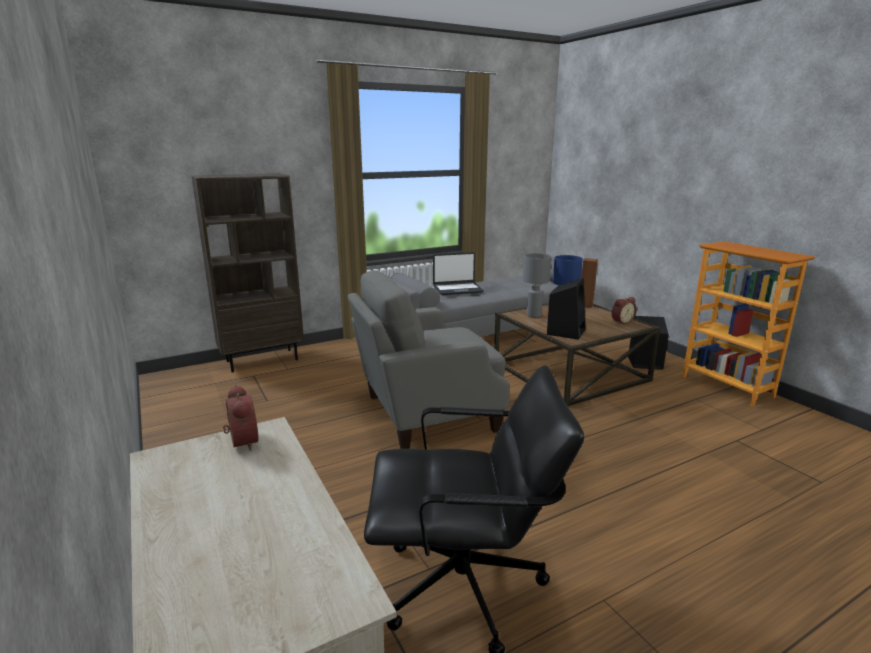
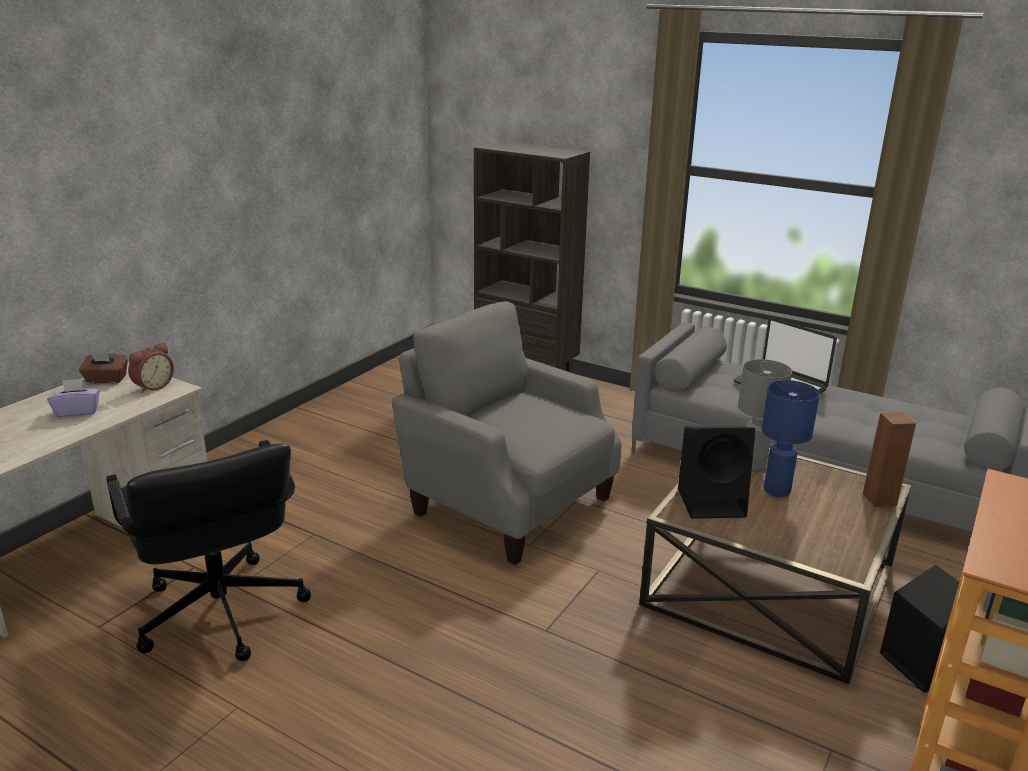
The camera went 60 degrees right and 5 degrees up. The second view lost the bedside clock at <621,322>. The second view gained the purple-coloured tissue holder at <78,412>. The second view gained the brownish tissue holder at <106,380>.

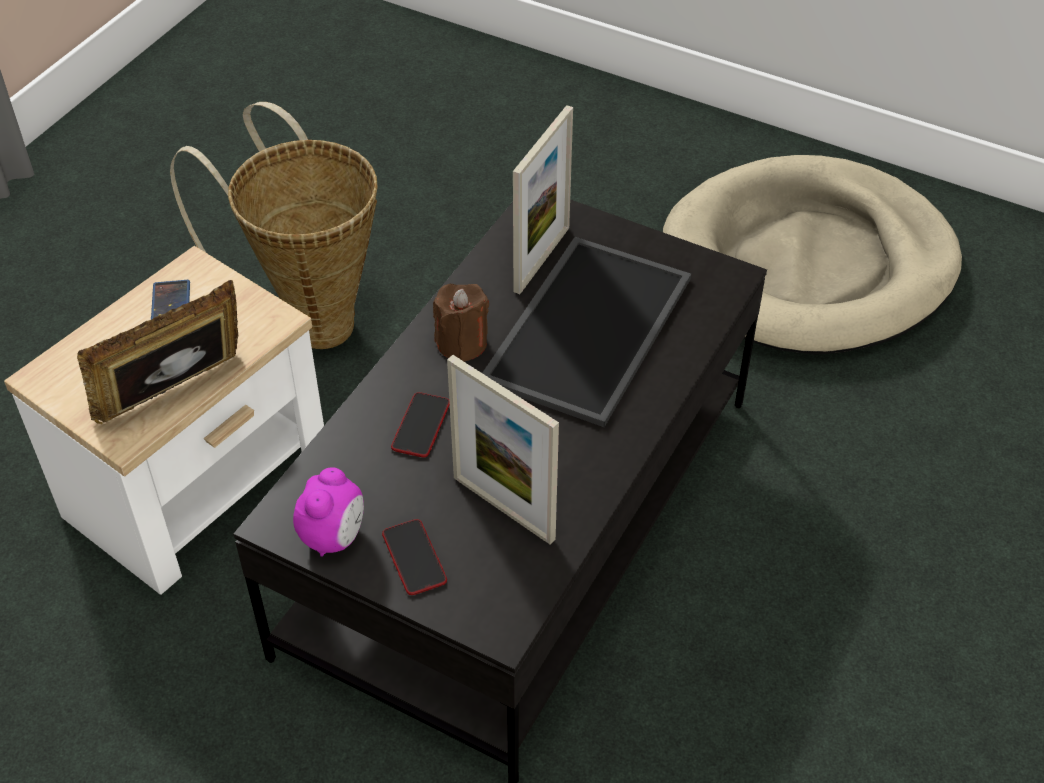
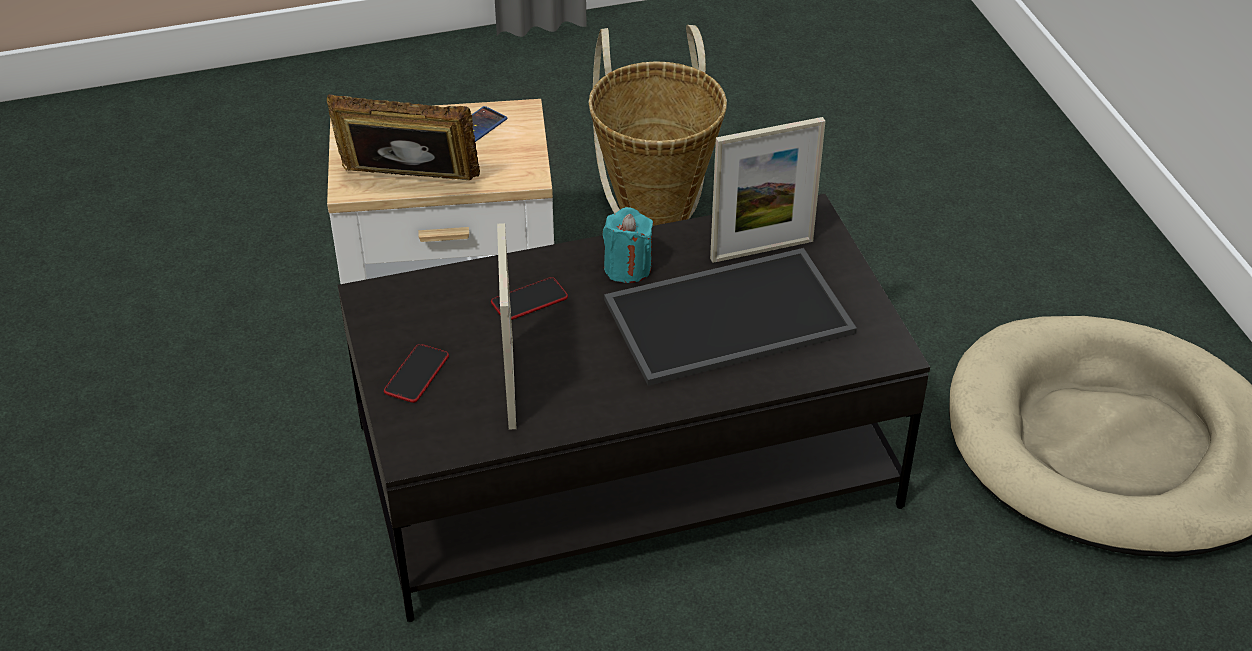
The camera went 45 degrees right and 5 degrees down. The second view lost the bedside clock at <334,536>. What was the brownish candle at <462,343> turned into the blue-green candle at <627,268>.

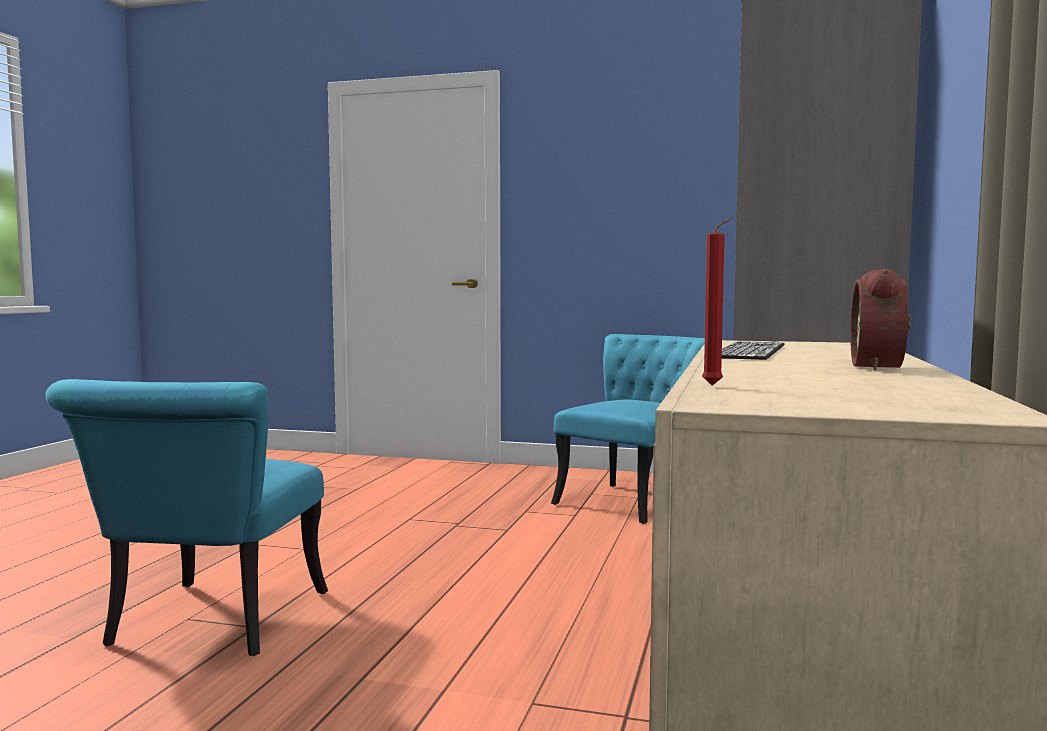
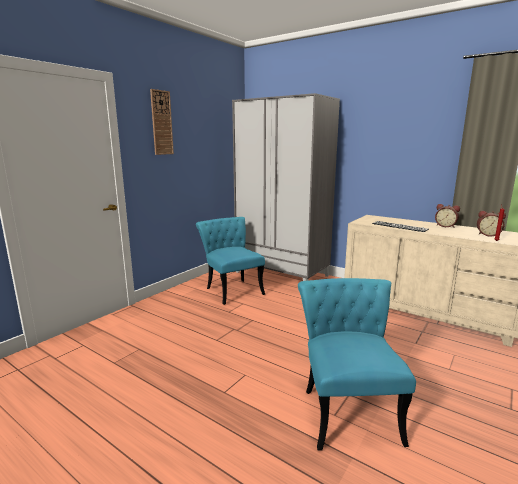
The camera went 70 degrees left and 10 degrees up. The second view gained the clock on the wall at <161,123>. The second view gained the bedside clock at <488,235>. The blue-green upright chair at <208,627> ended up facing another way, 120 degrees counterclockwise from before.

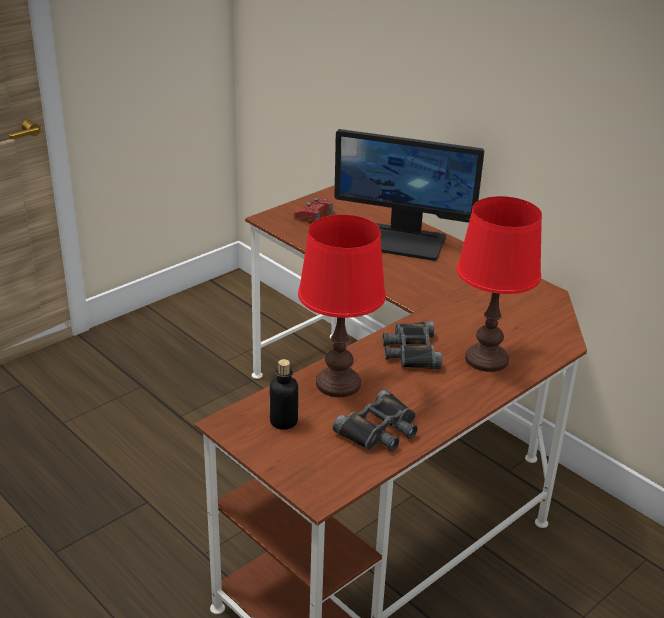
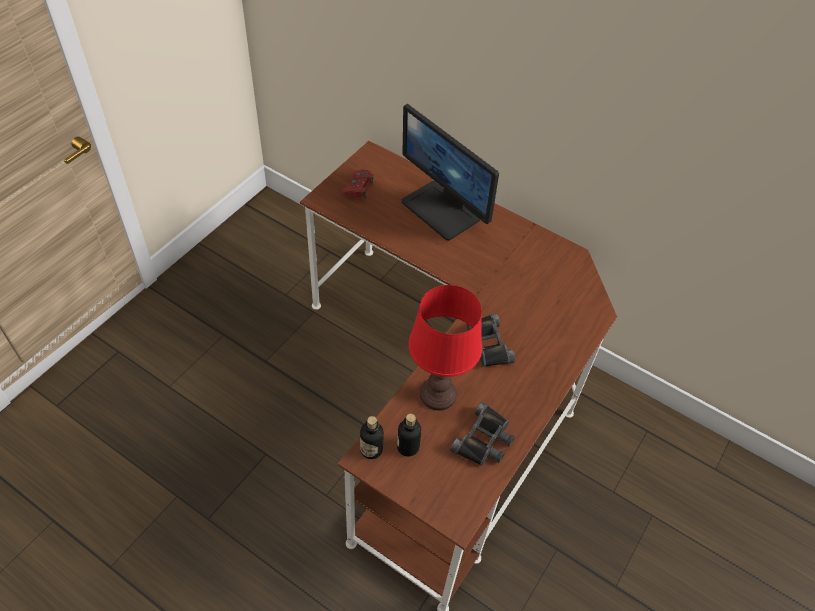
The camera went 15 degrees left and 20 degrees up. The second view lost the red tabletop lamp at <487,359>. The second view gained the bottle at <371,449>. The computer screen at <402,241> ended up facing another way, 45 degrees clockwise from before.

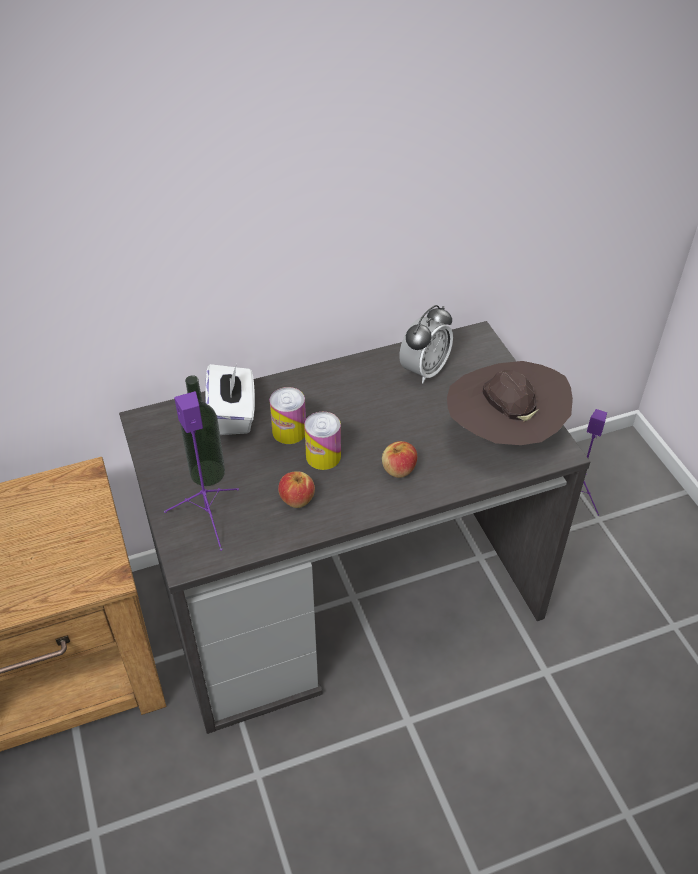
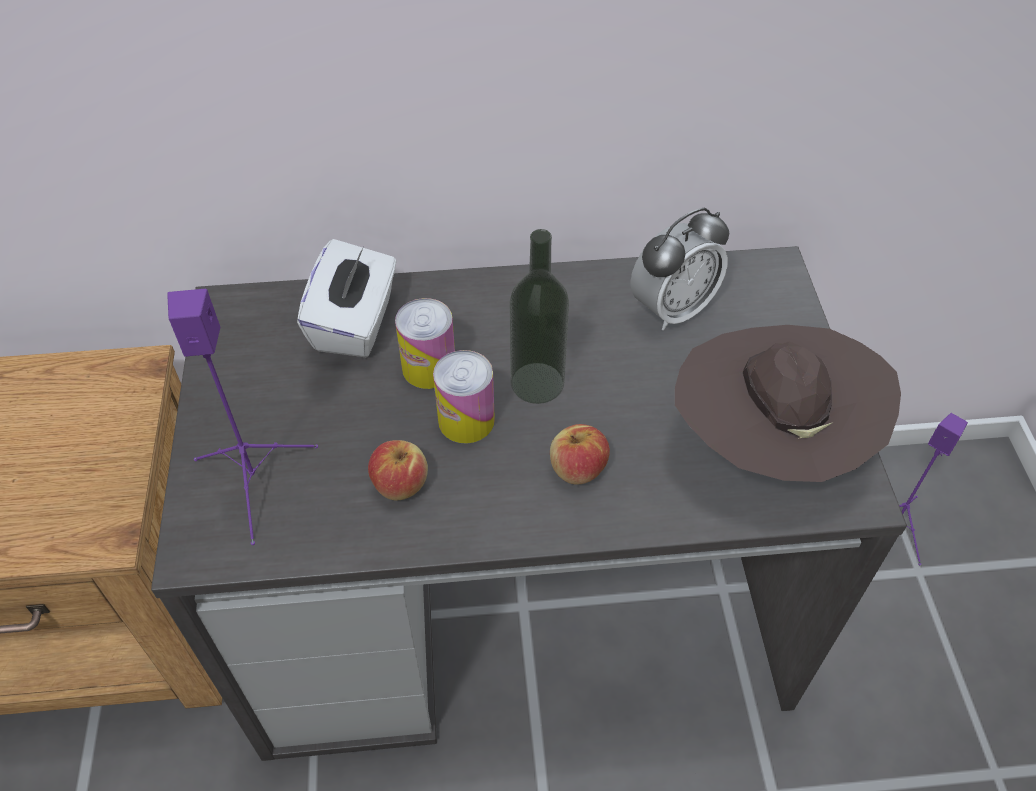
The camera went 15 degrees right and 5 degrees up. The bottle ended up elsewhere, having gone from <207,473> to <537,383>.

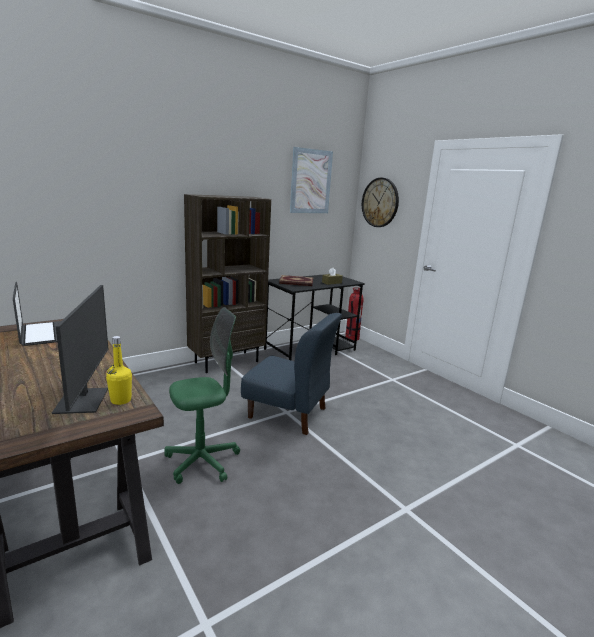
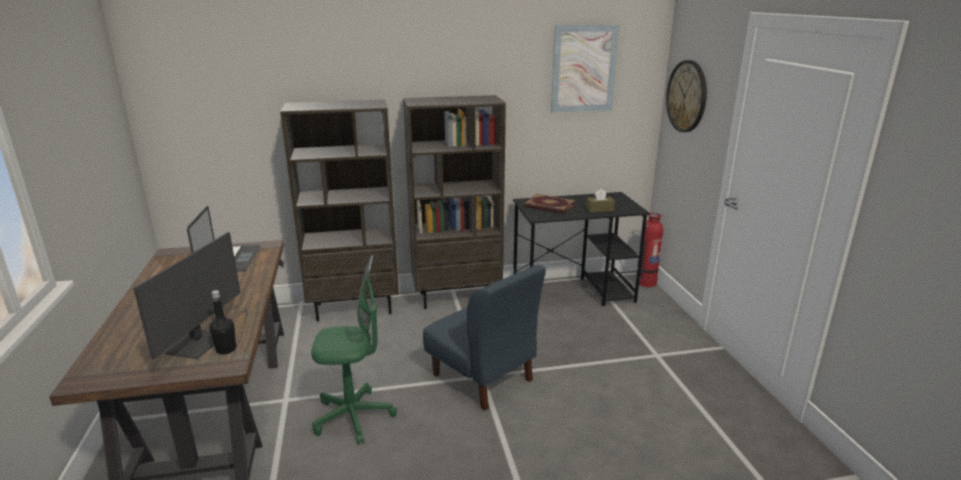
The camera went 25 degrees right and 5 degrees up. The second view gained the brownish shelving unit at <355,308>. What was the yellowish bottle at <121,400> turned into the black bottle at <226,349>.

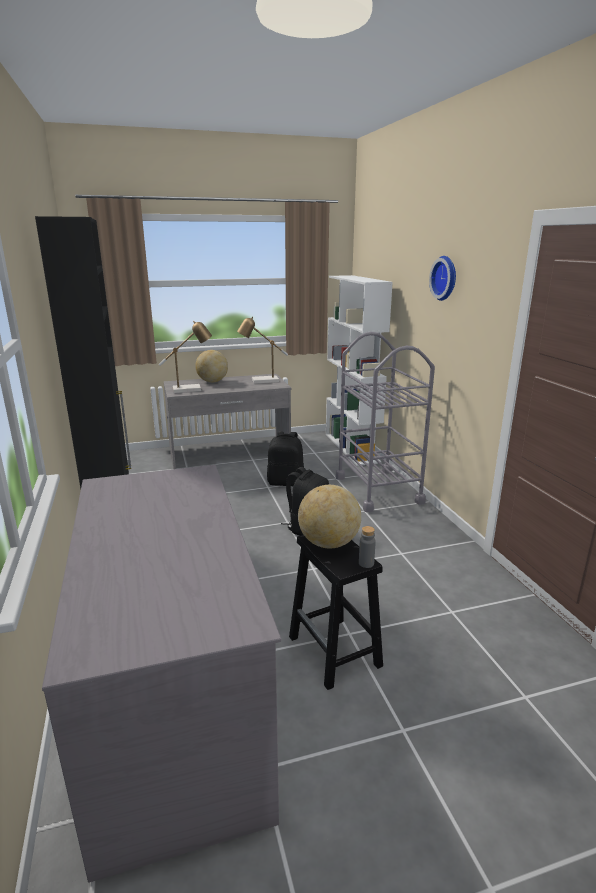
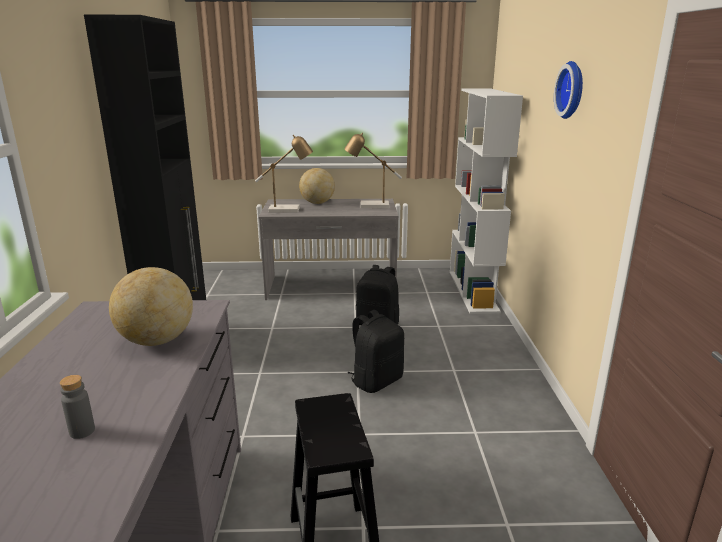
The camera went 15 degrees right and 0 degrees up. The second view lost the greyish trolley at <378,489>. The globe ended up elsewhere, having gone from <328,543> to <157,341>. The greyish bottle ended up elsewhere, having gone from <366,563> to <82,431>.

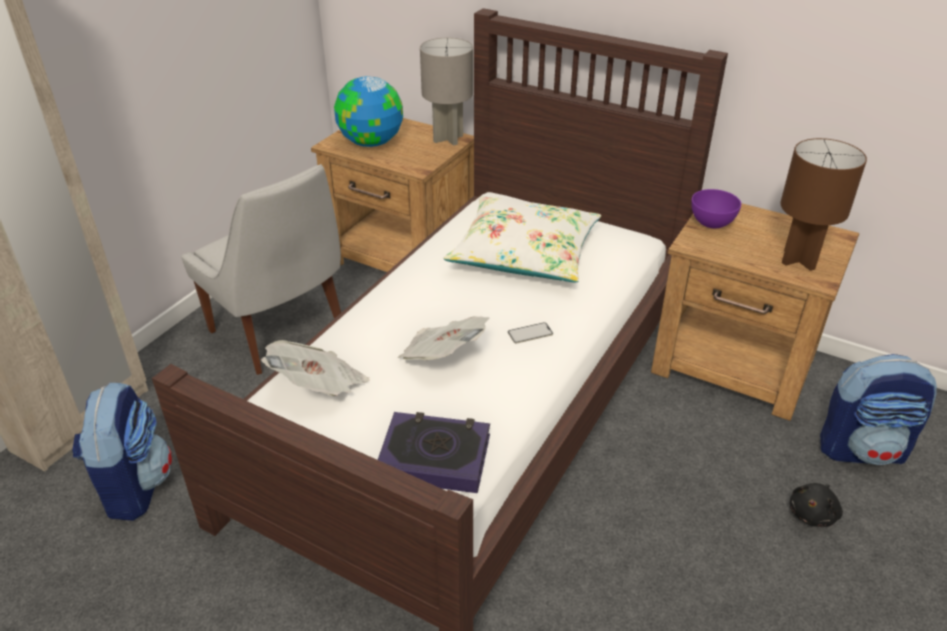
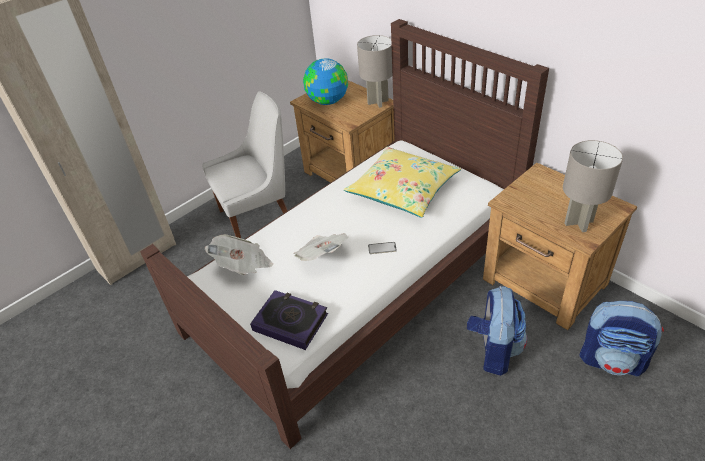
The camera went 20 degrees right and 5 degrees up. The second view lost the purple-coloured bowl at <712,223>. The second view lost the black plush toy at <813,513>. The backpack ended up elsewhere, having gone from <134,486> to <493,350>. What was the white-coloured cushion at <524,253> turned into the yellowish cushion at <403,190>. What was the brownish tabletop lamp at <800,260> turned into the greyish tabletop lamp at <579,223>. The white-coloured upright chair at <280,333> ended up facing another way, 90 degrees counterclockwise from before.

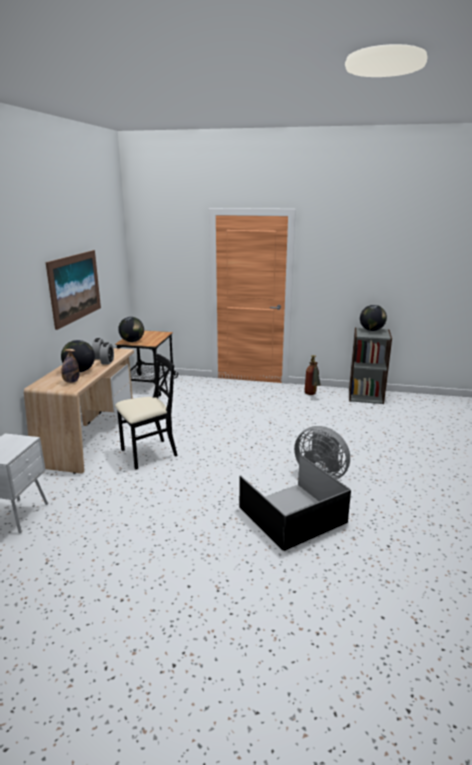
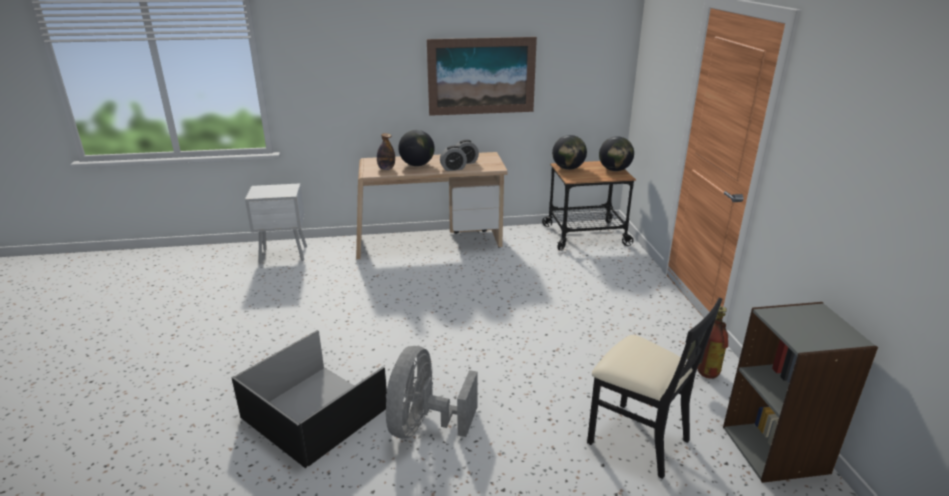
The camera went 70 degrees right and 5 degrees up. The black upright chair ended up elsewhere, having gone from <148,453> to <637,439>. The globe ended up elsewhere, having gone from <371,330> to <614,170>.

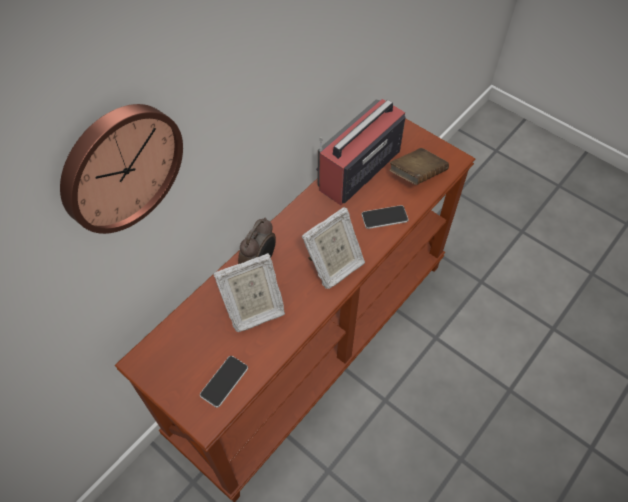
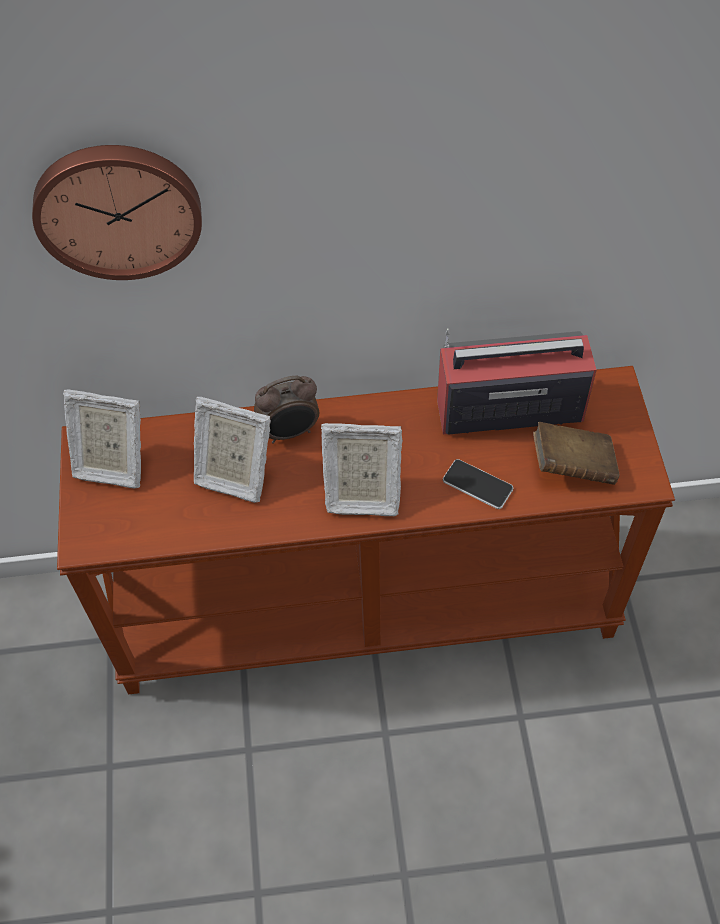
The camera went 45 degrees right and 0 degrees up. The second view lost the telephone at <224,381>. The second view gained the standing frame at <111,464>.

